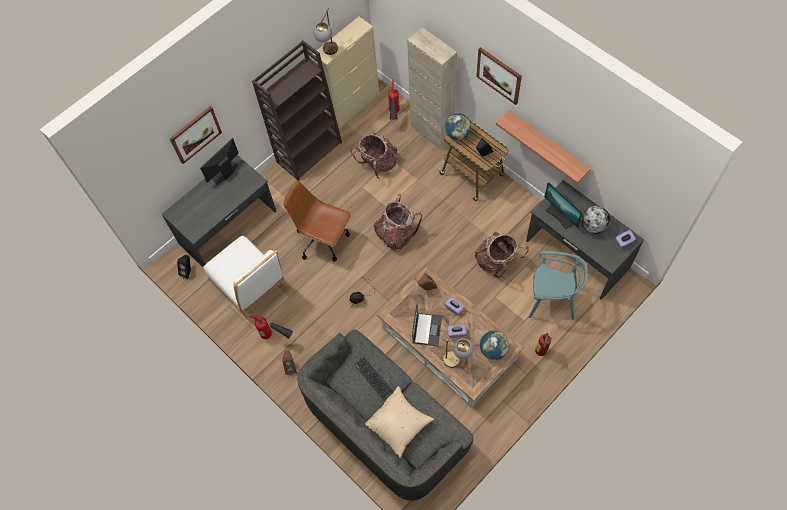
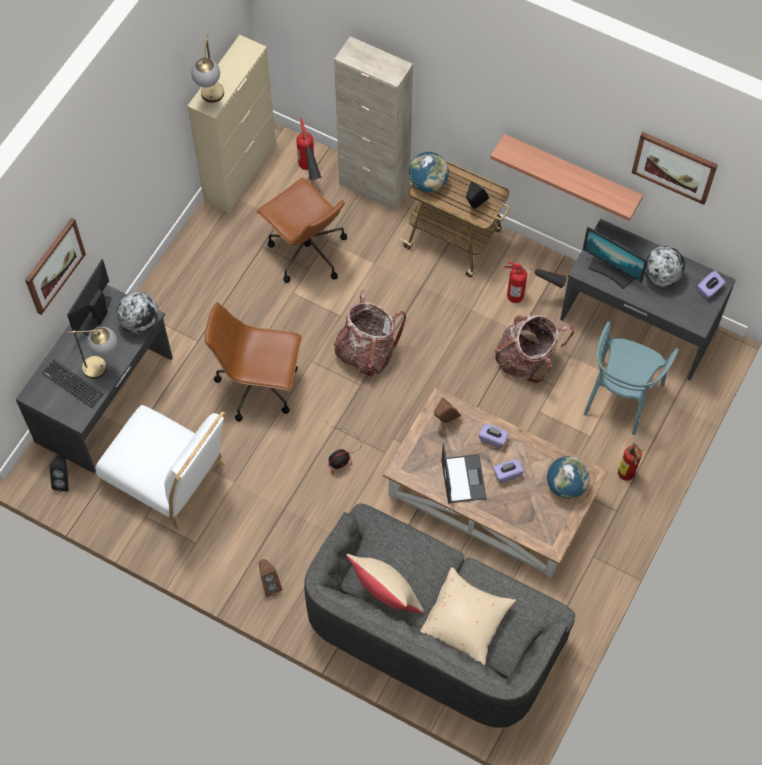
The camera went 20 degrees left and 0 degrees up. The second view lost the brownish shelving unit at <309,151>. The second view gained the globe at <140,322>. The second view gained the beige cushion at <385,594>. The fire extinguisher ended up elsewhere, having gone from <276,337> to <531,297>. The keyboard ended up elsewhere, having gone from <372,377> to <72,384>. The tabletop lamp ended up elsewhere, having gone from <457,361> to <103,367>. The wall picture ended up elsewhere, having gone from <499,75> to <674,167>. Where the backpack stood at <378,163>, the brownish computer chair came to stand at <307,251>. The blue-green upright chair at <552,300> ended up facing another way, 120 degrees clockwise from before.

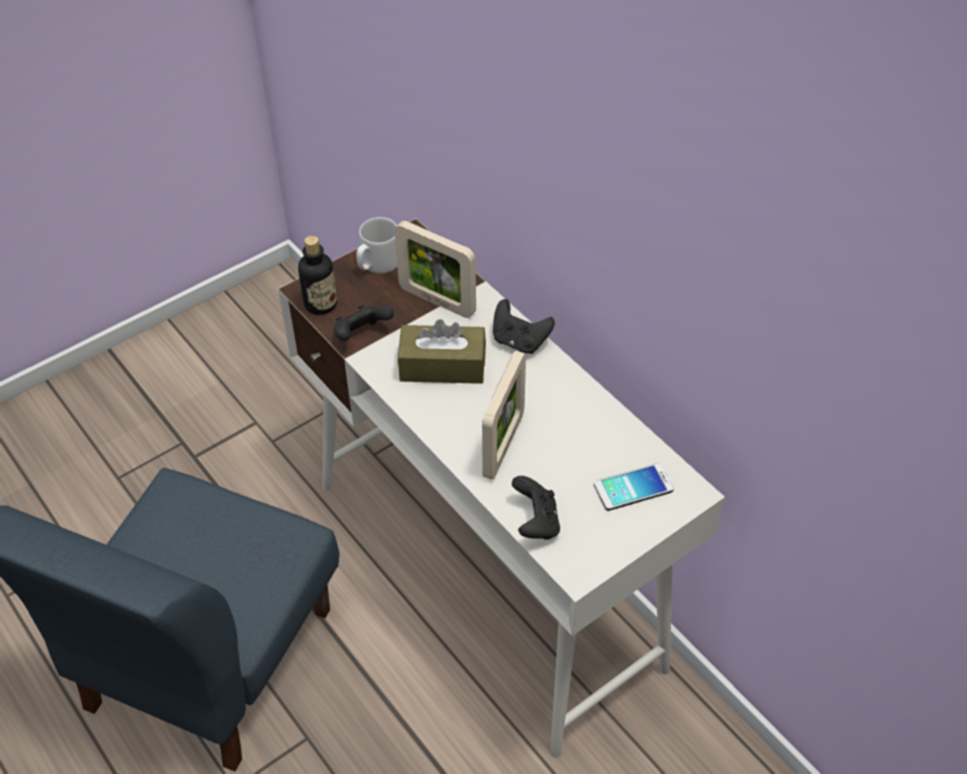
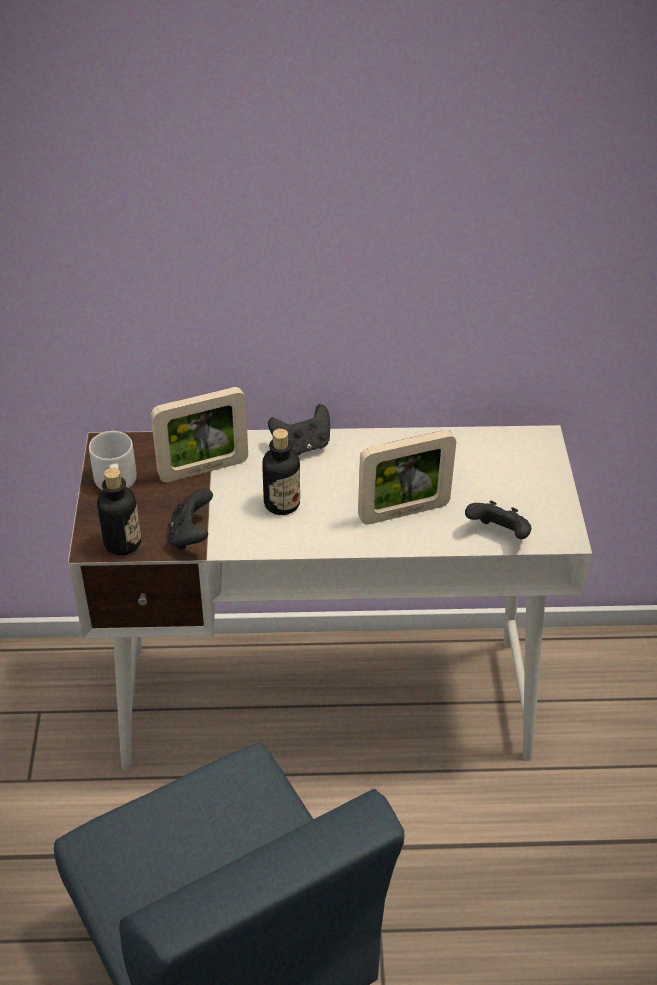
The camera went 55 degrees left and 5 degrees down. The second view lost the telephone at <633,487>. Where the brownish tissue holder stood at <442,366>, the bottle came to stand at <282,503>. The standing frame at <503,445> ended up facing another way, 105 degrees clockwise from before.

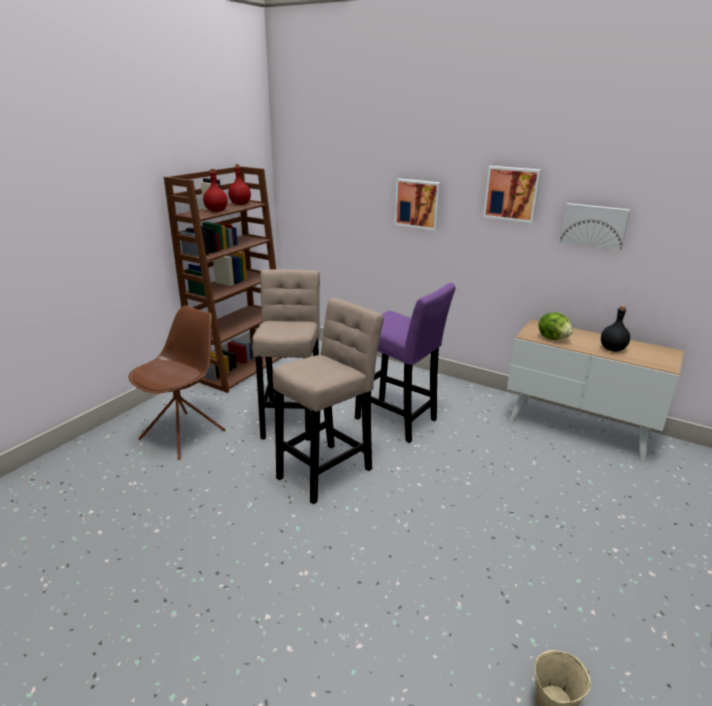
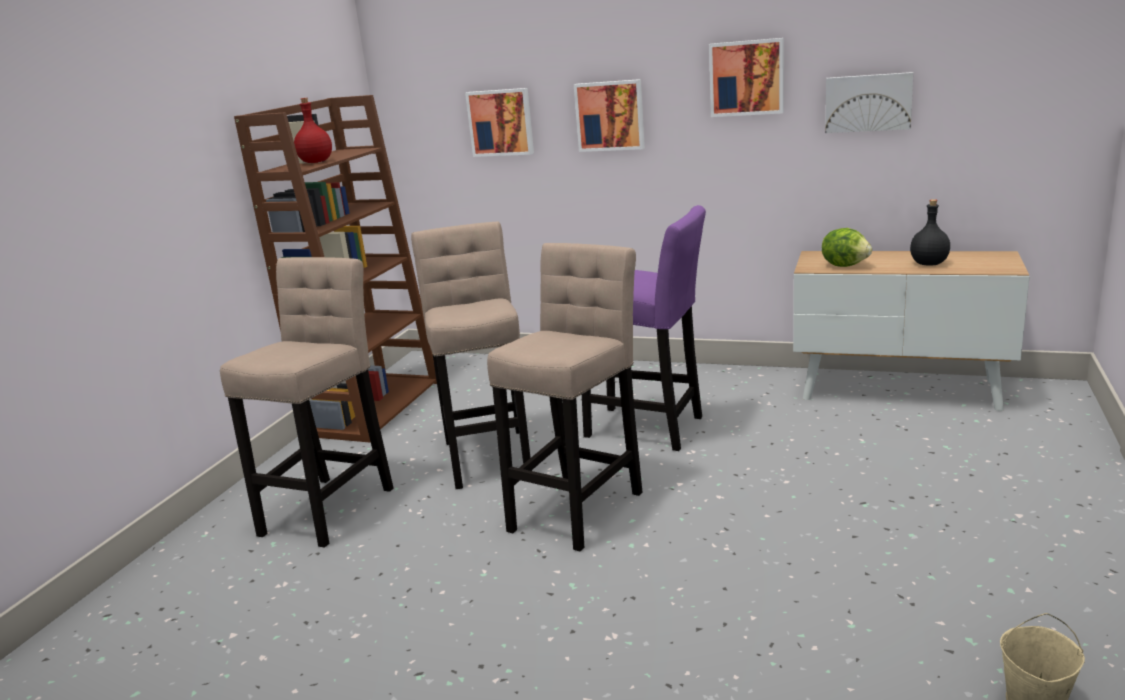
The camera went 10 degrees left and 5 degrees down. The second view lost the red bottle at <240,204>. The second view gained the wall picture at <501,122>. Where the brownish upright chair stood at <184,434>, the beige stool seat came to stand at <331,507>.

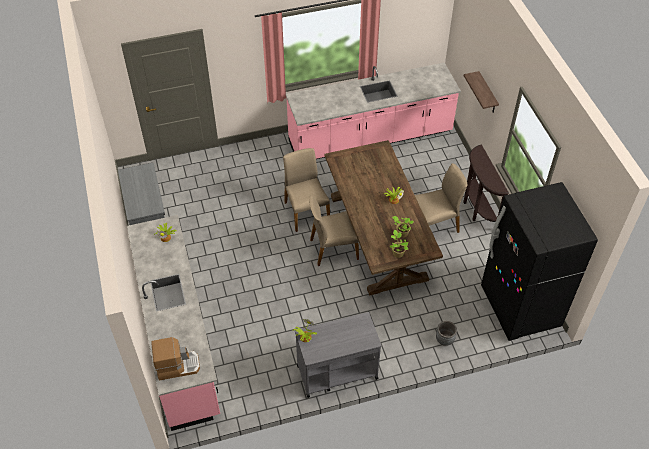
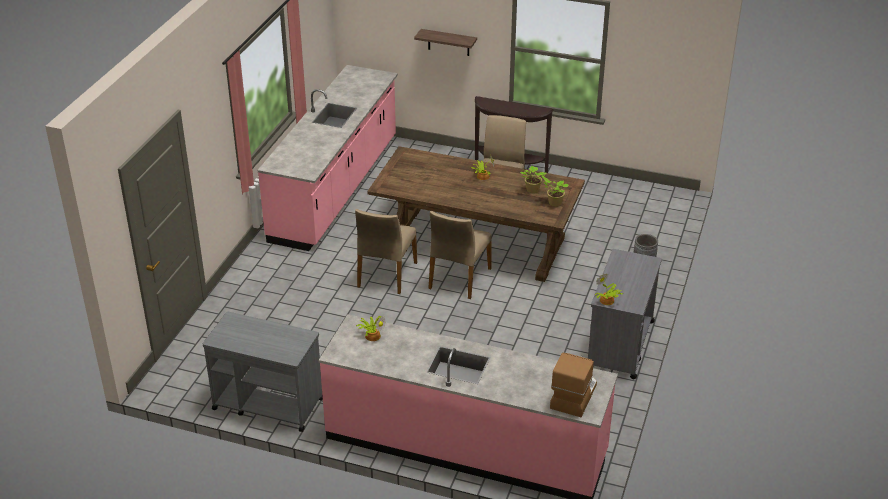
The camera went 55 degrees left and 15 degrees down. The second view lost the black fridge at <520,307>. The beige upright chair at <306,211> ended up facing another way, 90 degrees counterclockwise from before.

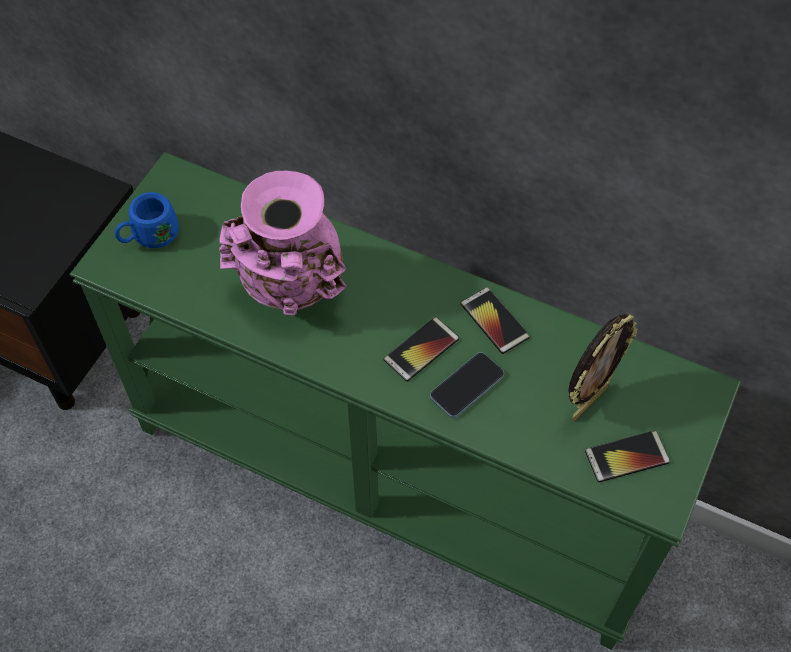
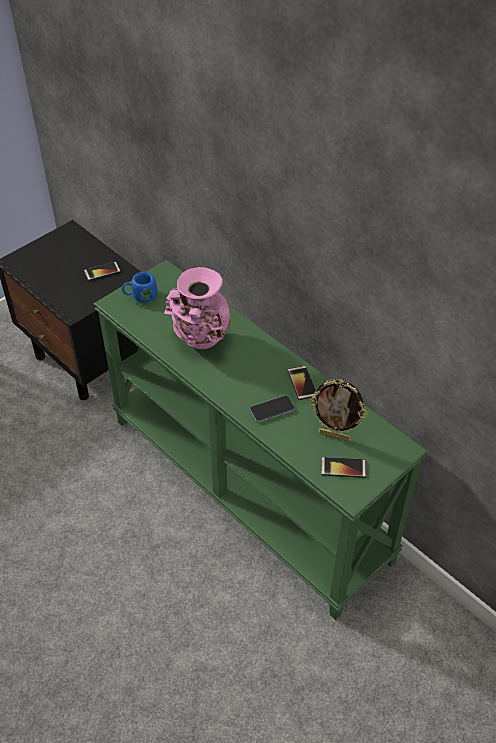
The camera went 20 degrees right and 10 degrees down. The telephone ended up elsewhere, having gone from <421,349> to <102,271>. The standing frame at <588,401> ended up facing another way, 45 degrees clockwise from before.

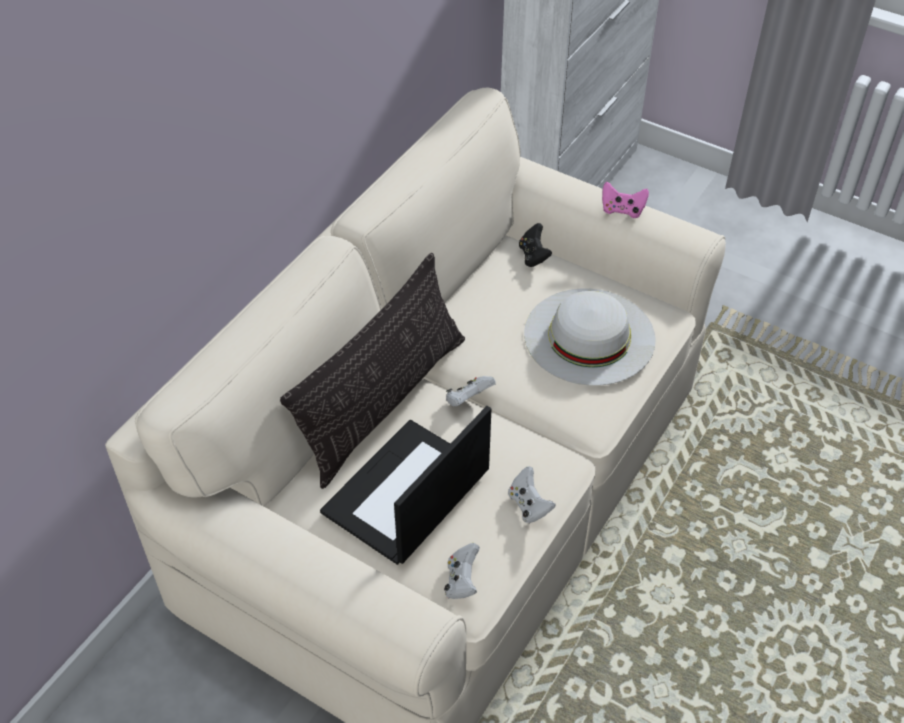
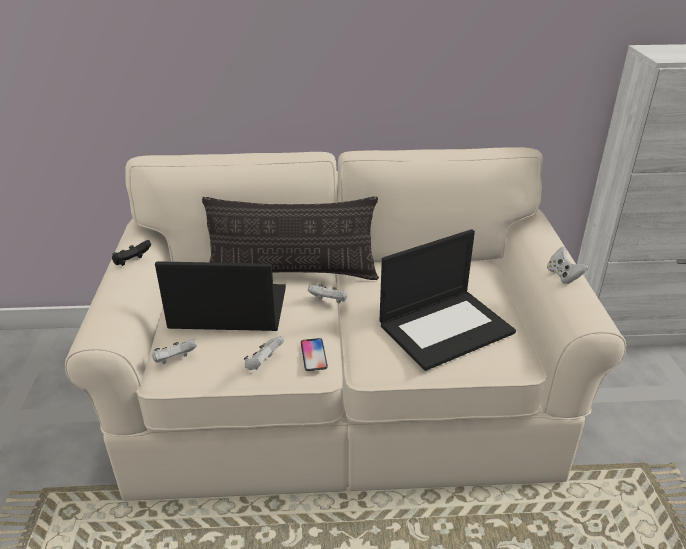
The camera went 55 degrees right and 15 degrees down. The second view gained the telephone at <313,355>. The black game controller ended up elsewhere, having gone from <533,256> to <132,262>. Where the white-coloured clothing hat stood at <589,336>, the laptop came to stand at <446,327>. What was the pink game controller at <622,210> turned into the white-coloured game controller at <563,275>.

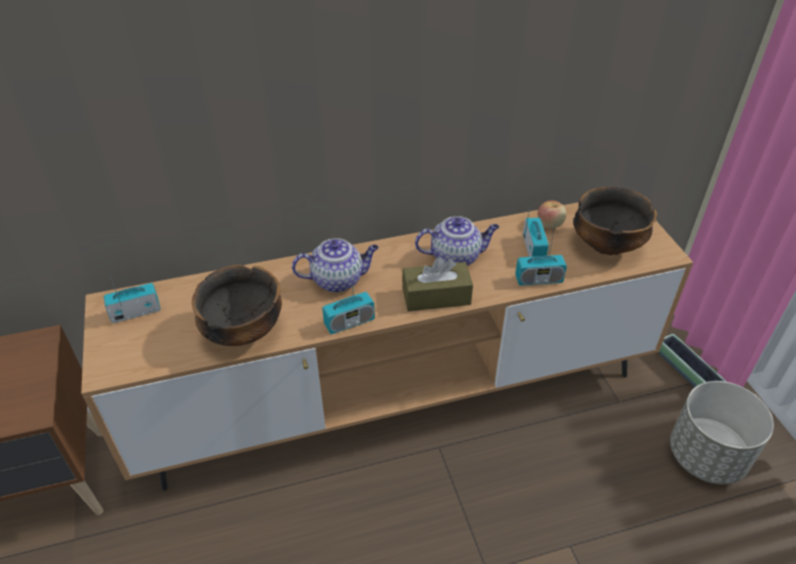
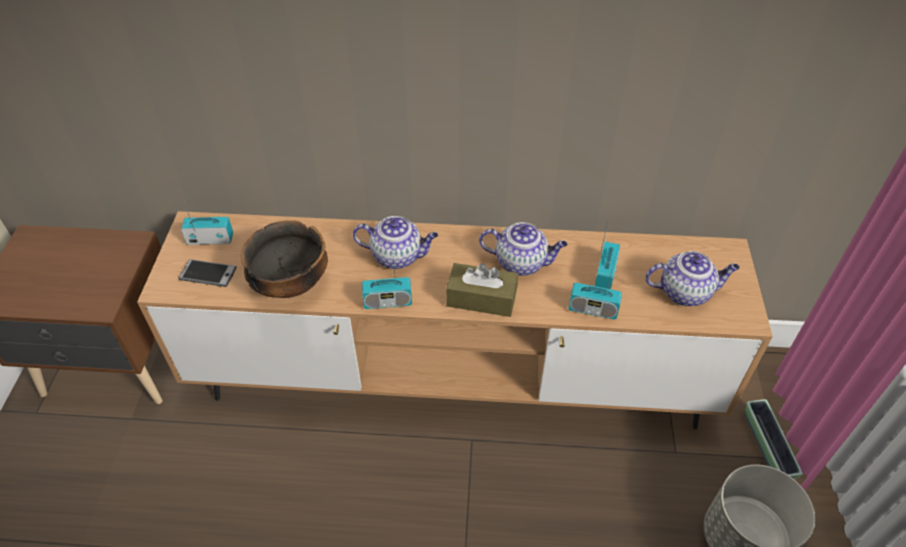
The camera went 20 degrees right and 5 degrees up. The second view lost the whole apple at <550,224>. The second view gained the telephone at <208,274>. Where the bowl stood at <607,245>, the tea pot came to stand at <685,292>.

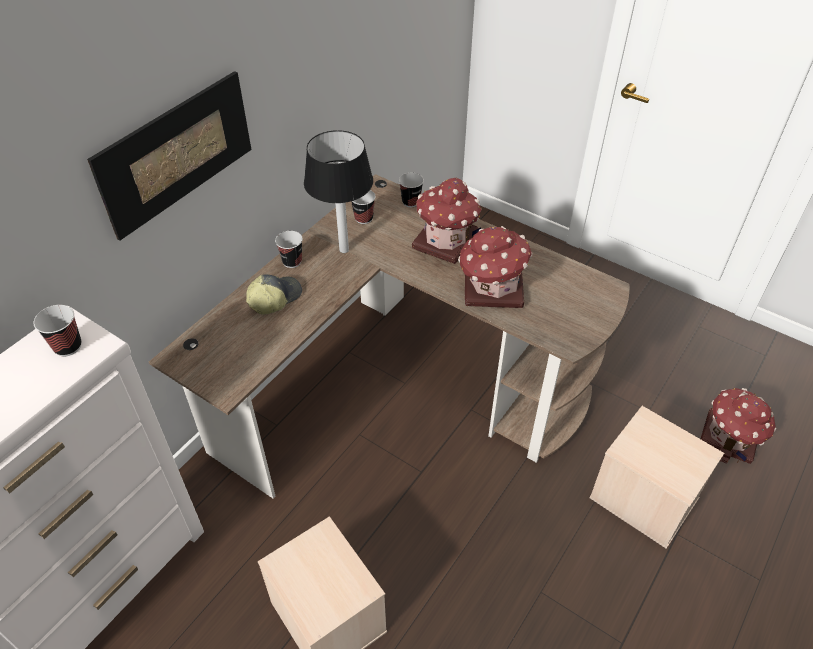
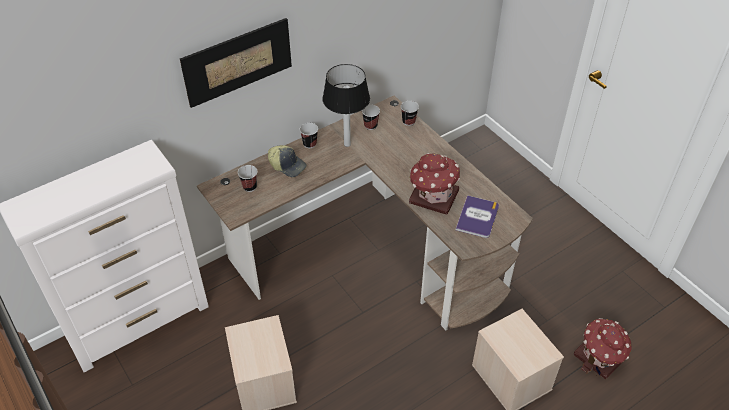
The camera went 20 degrees right and 0 degrees up. The second view lost the toy house at <446,240>. The second view gained the volume at <477,217>. The small cup ended up elsewhere, having gone from <68,346> to <249,187>. The baseball cap at <274,298> ended up facing another way, 60 degrees clockwise from before.

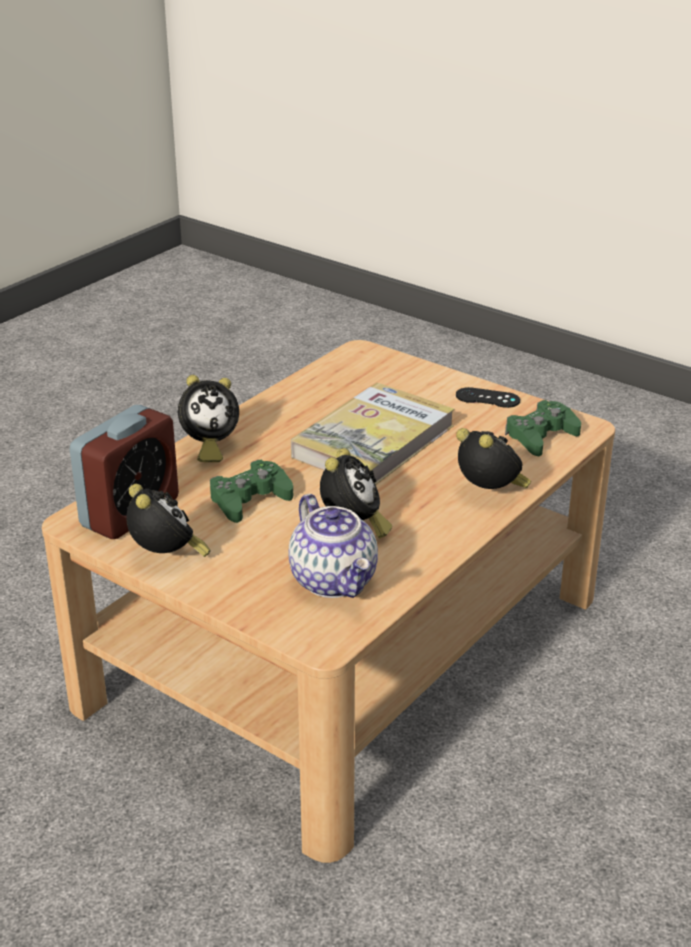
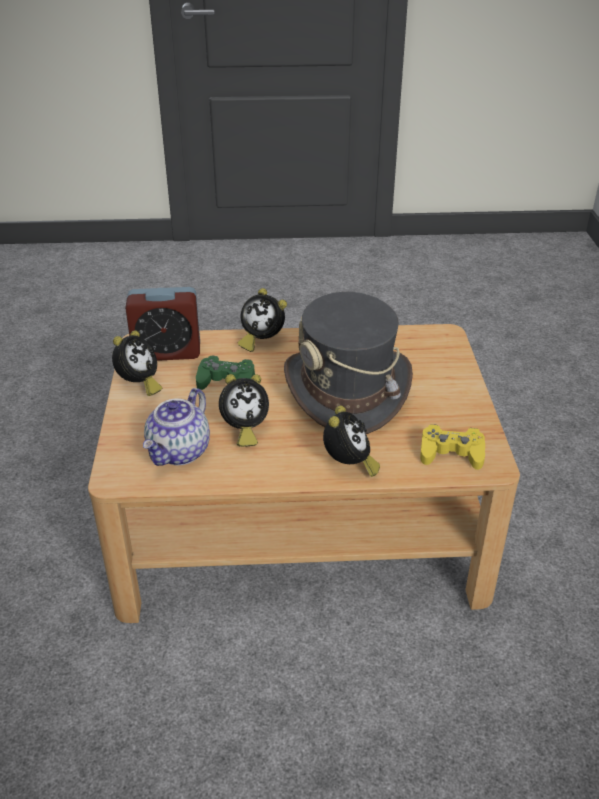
The camera went 50 degrees right and 5 degrees up. The second view lost the black game controller at <487,398>. Where the volume stood at <373,441>, the greyish clothing hat came to stand at <347,391>. What was the green-coloured game controller at <541,436> turned into the yellowish game controller at <451,453>.

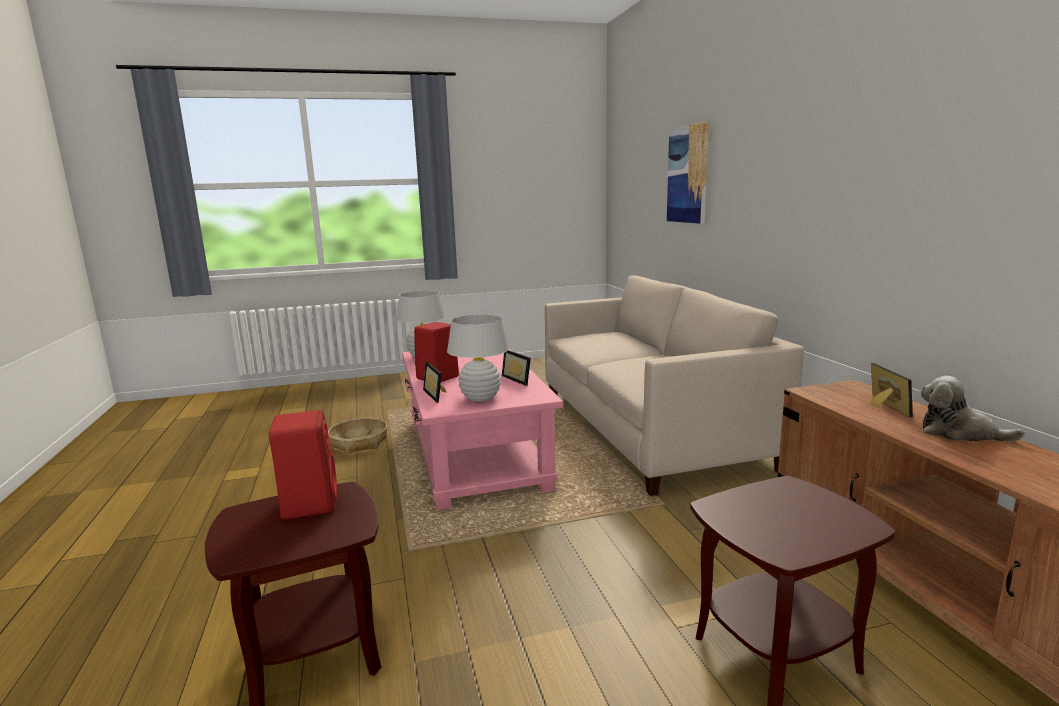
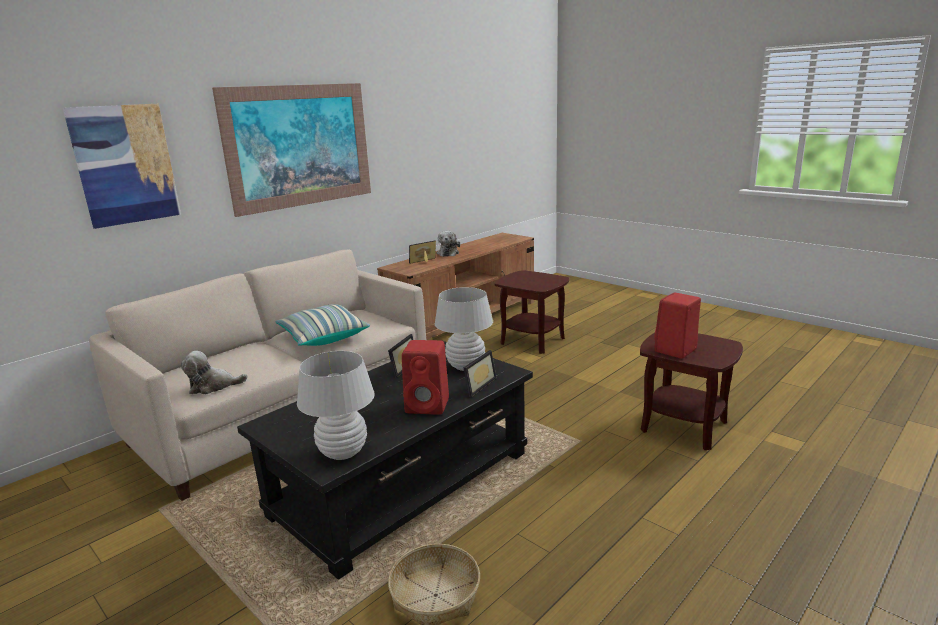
The camera went 120 degrees left and 5 degrees up. The second view gained the plush toy at <213,386>. The second view gained the wall picture at <300,146>. The second view gained the cushion at <323,337>. What was the pink coffee table at <474,453> turned into the black coffee table at <404,483>.

